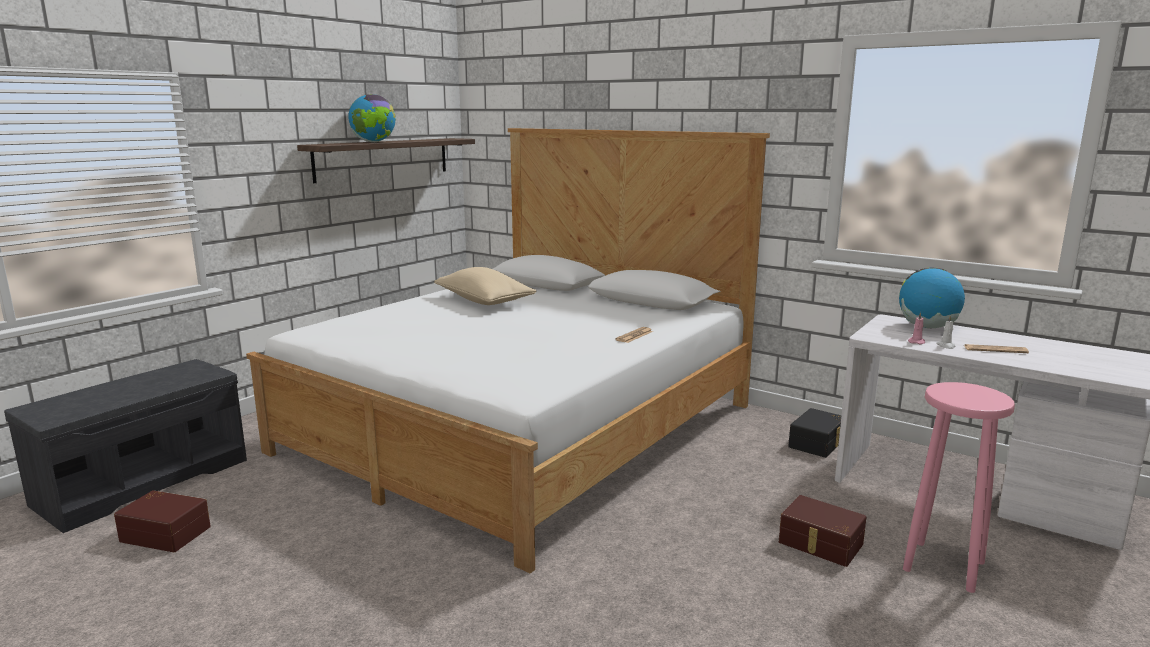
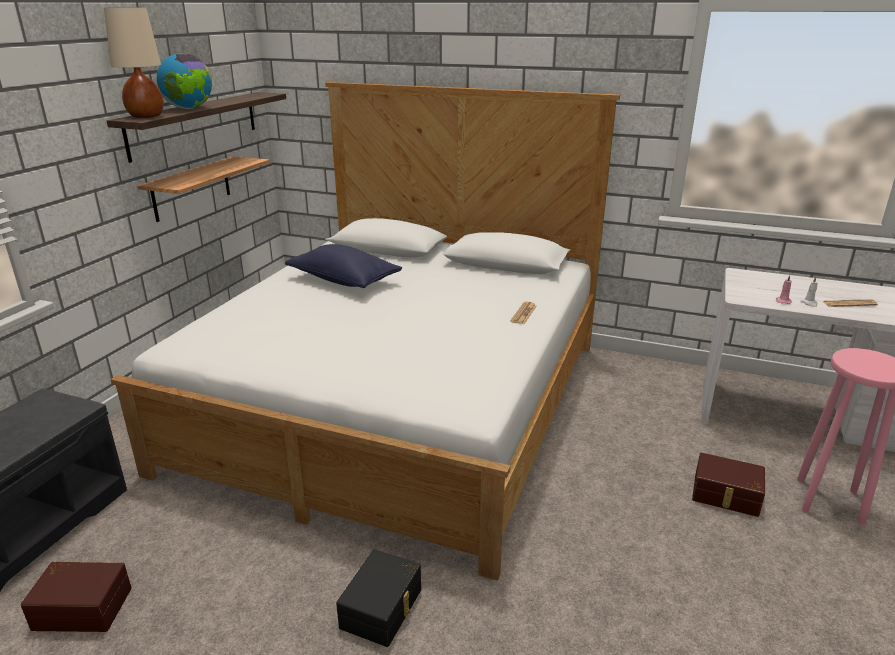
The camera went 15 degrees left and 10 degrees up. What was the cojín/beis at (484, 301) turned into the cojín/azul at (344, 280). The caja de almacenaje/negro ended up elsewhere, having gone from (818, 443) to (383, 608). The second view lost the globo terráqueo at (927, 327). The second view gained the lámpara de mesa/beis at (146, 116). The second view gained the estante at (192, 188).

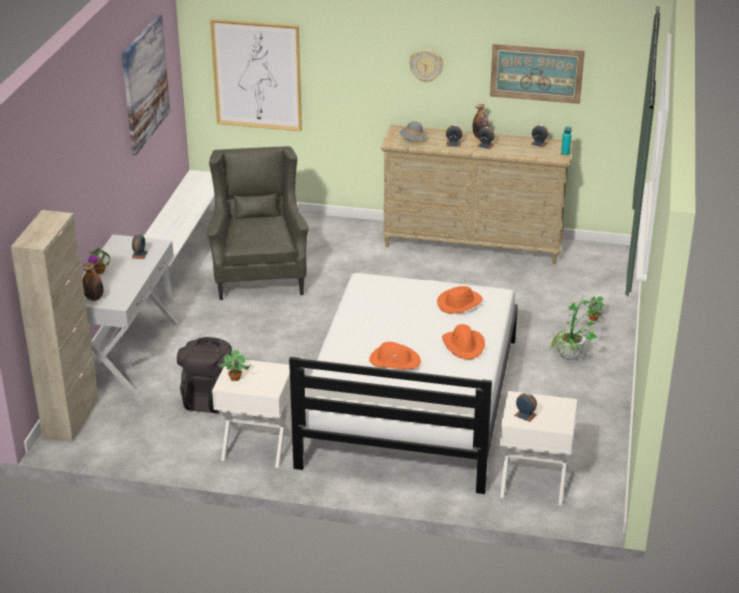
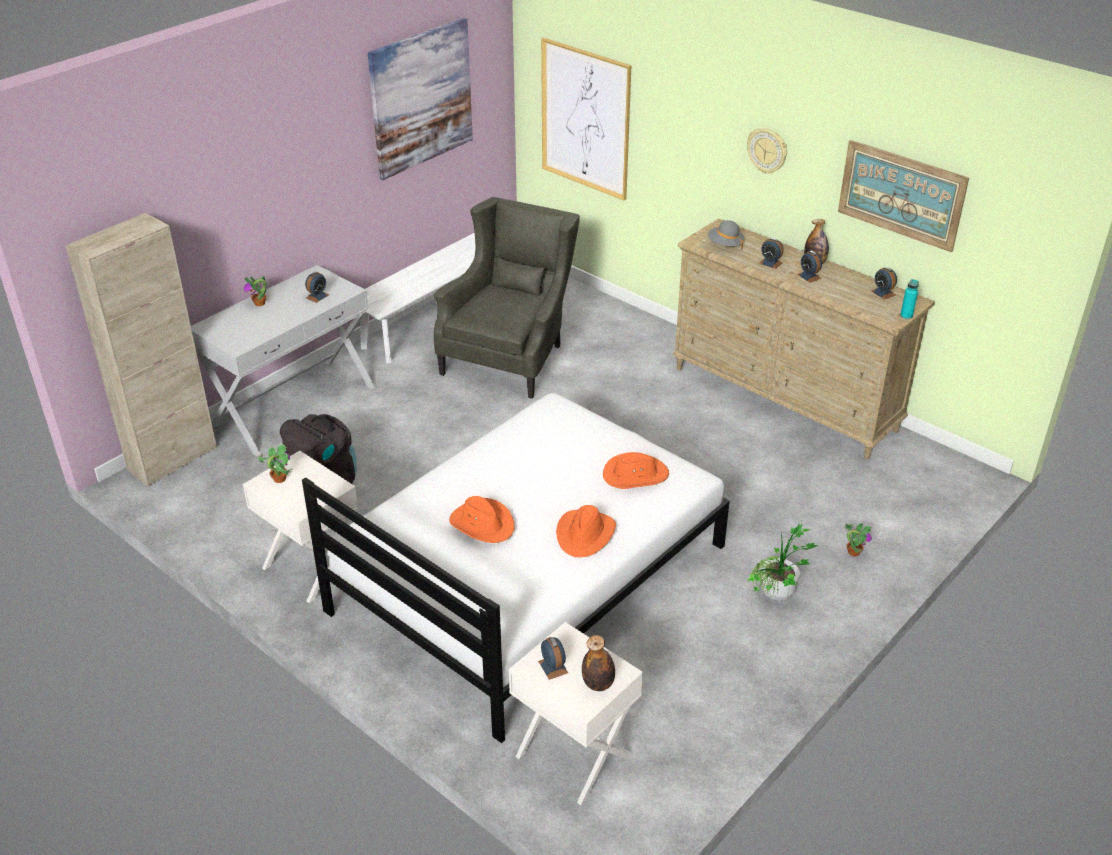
The camera went 30 degrees right and 5 degrees up. The botella ended up elsewhere, having gone from (94, 298) to (598, 684).

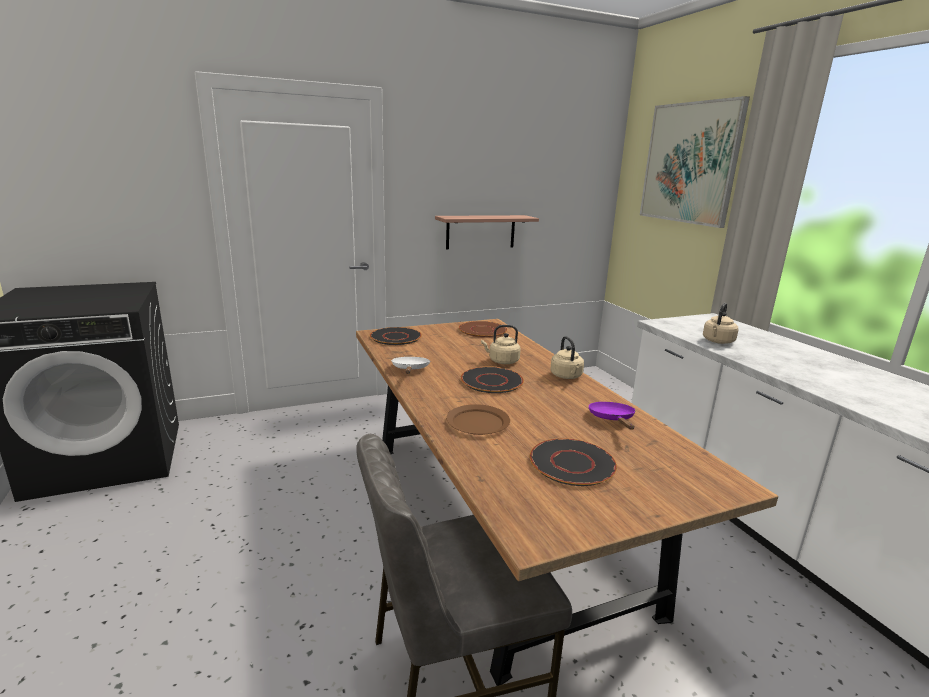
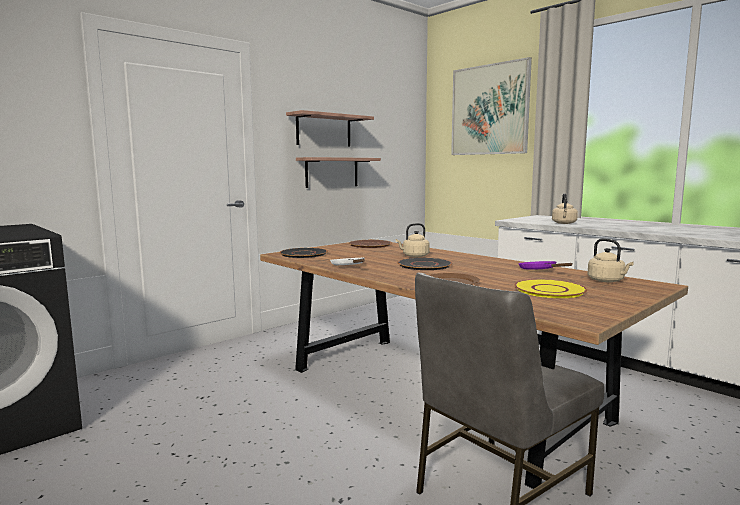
The camera went 20 degrees left and 10 degrees down. What was the plato/negro at (572, 463) turned into the plato/amarillo at (549, 290). The hervidor/beis ended up elsewhere, having gone from (566, 376) to (607, 281). The second view gained the estante at (324, 130).

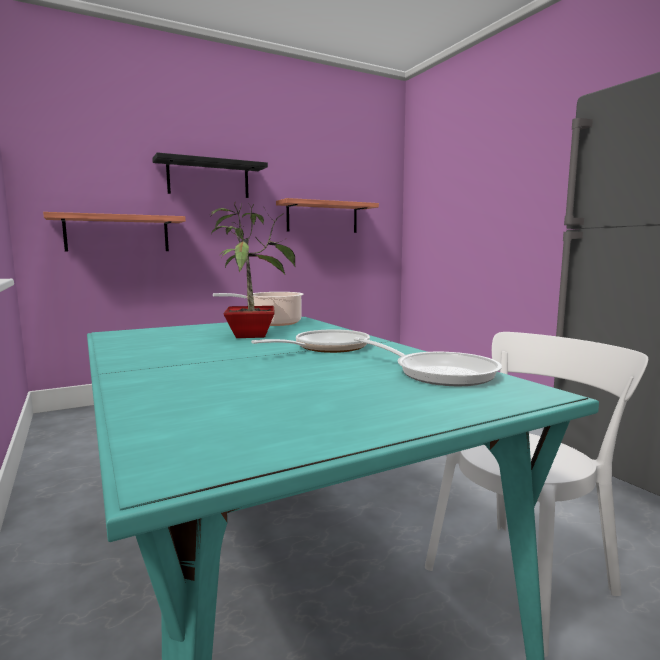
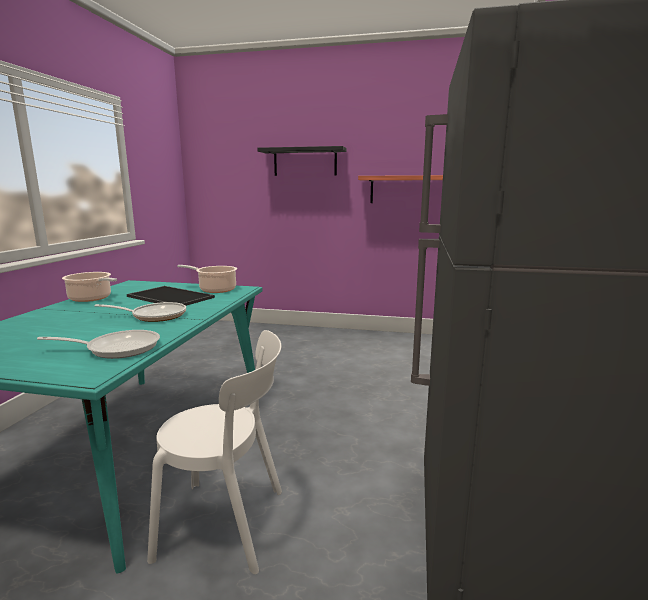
The camera went 40 degrees right and 5 degrees up. The second view lost the estante at (117, 234). Where the planta en maceta stood at (251, 335), the bandeja came to stand at (168, 297). The sartén at (438, 372) ended up facing another way, 90 degrees counterclockwise from before. The second view gained the olla at (91, 298).

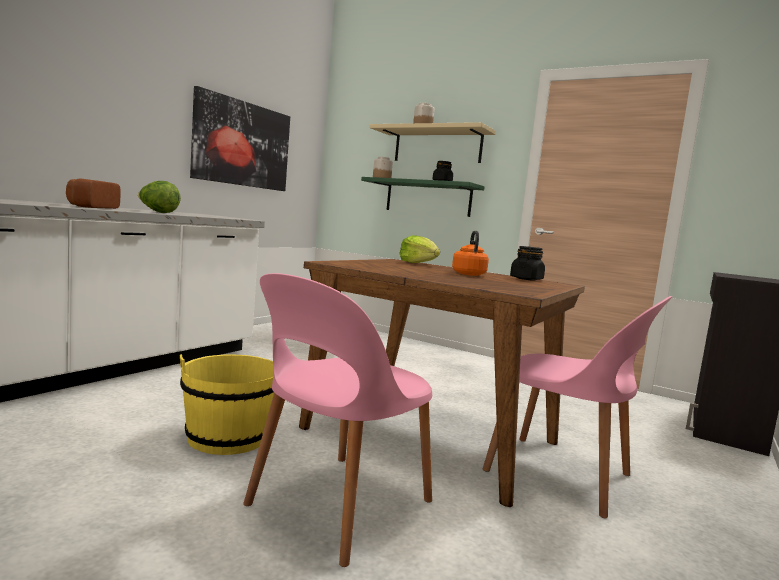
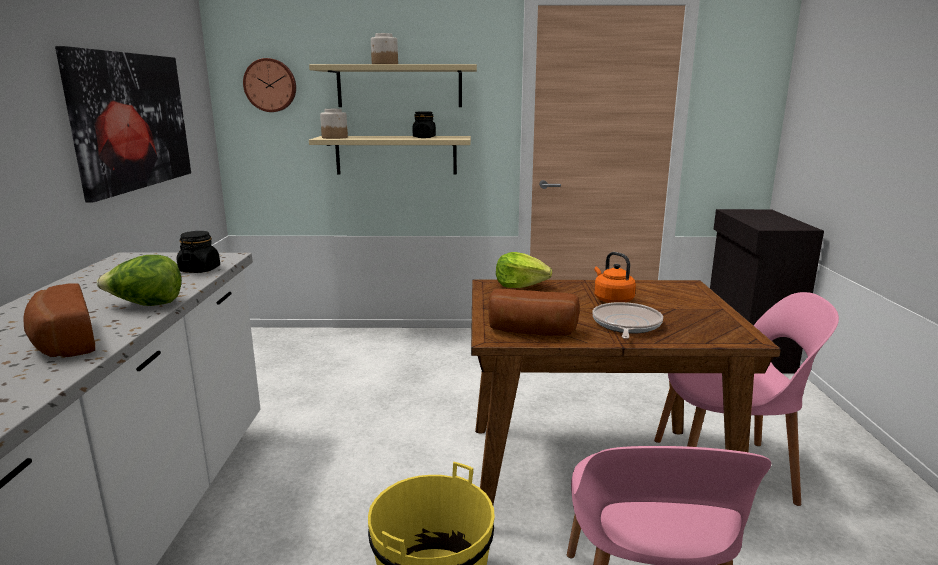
The camera went 30 degrees left and 10 degrees up. What was the estante/verde at (428, 198) turned into the estante/beis at (396, 155). The tarro/negro ended up elsewhere, having gone from (526, 279) to (200, 270). The second view gained the reloj de pared at (270, 85). The second view gained the pan at (531, 332). The second view gained the sartén at (625, 325).

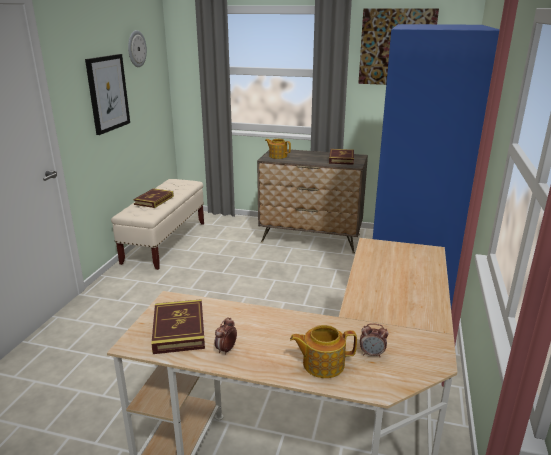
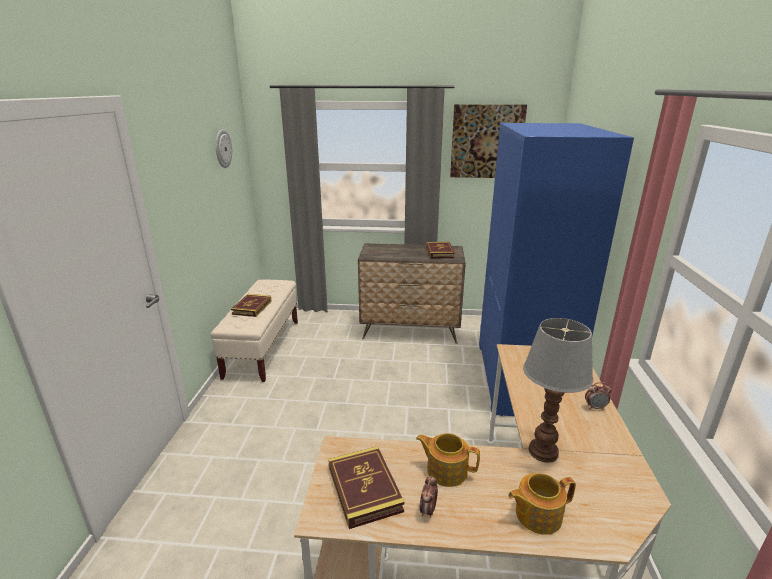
The camera went 10 degrees left and 0 degrees up. The second view lost the cuadro at (107, 93). The tetera ended up elsewhere, having gone from (277, 156) to (446, 470). The despertador ended up elsewhere, having gone from (372, 354) to (595, 407). The second view gained the lámpara de mesa at (542, 452).

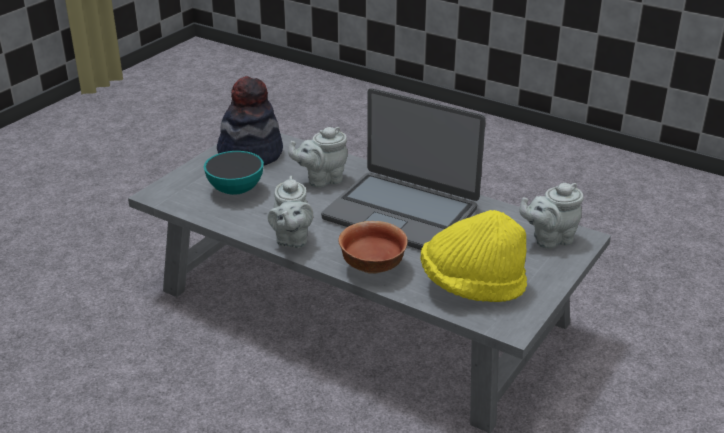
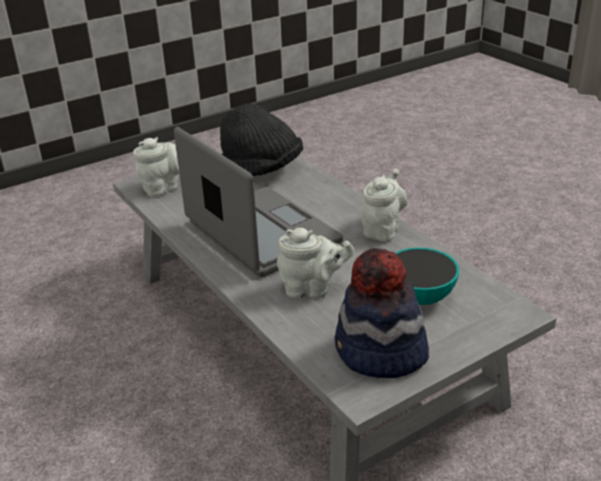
The camera went 155 degrees left and 0 degrees up. The second view lost the cuenco at (374, 266). What was the sombrero/amarillo at (472, 285) turned into the sombrero/negro at (262, 170). The tetera/gris at (549, 239) ended up facing another way, 45 degrees counterclockwise from before.

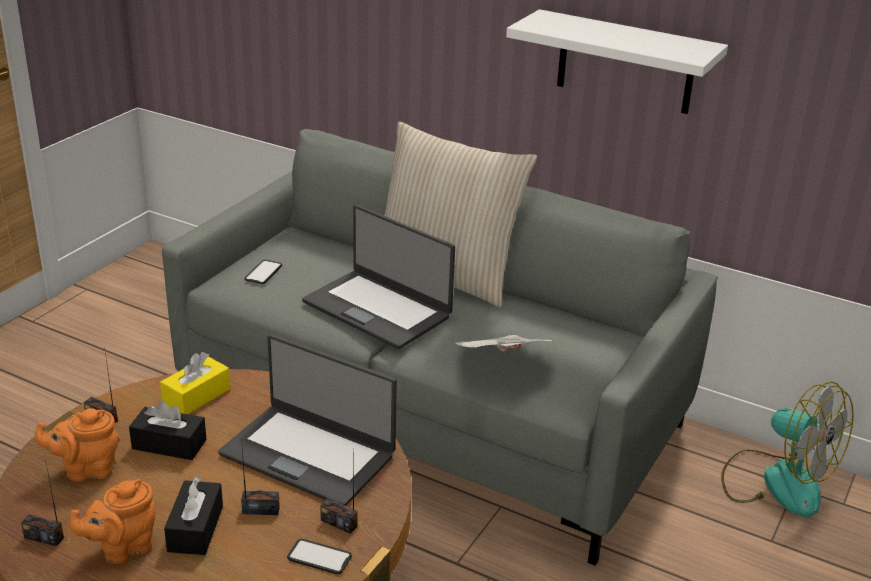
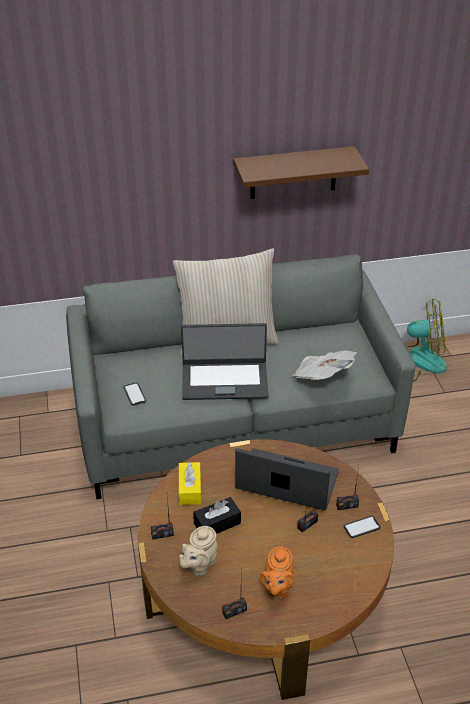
The camera went 40 degrees left and 10 degrees up. What was the tetera/naranja at (87, 469) turned into the tetera/beis at (199, 565). The second view lost the caja de pañuelos/negro at (195, 528). The portátil at (308, 454) ended up facing another way, 150 degrees counterclockwise from before. What was the estante/blanco at (625, 63) turned into the estante/marrón at (293, 173).

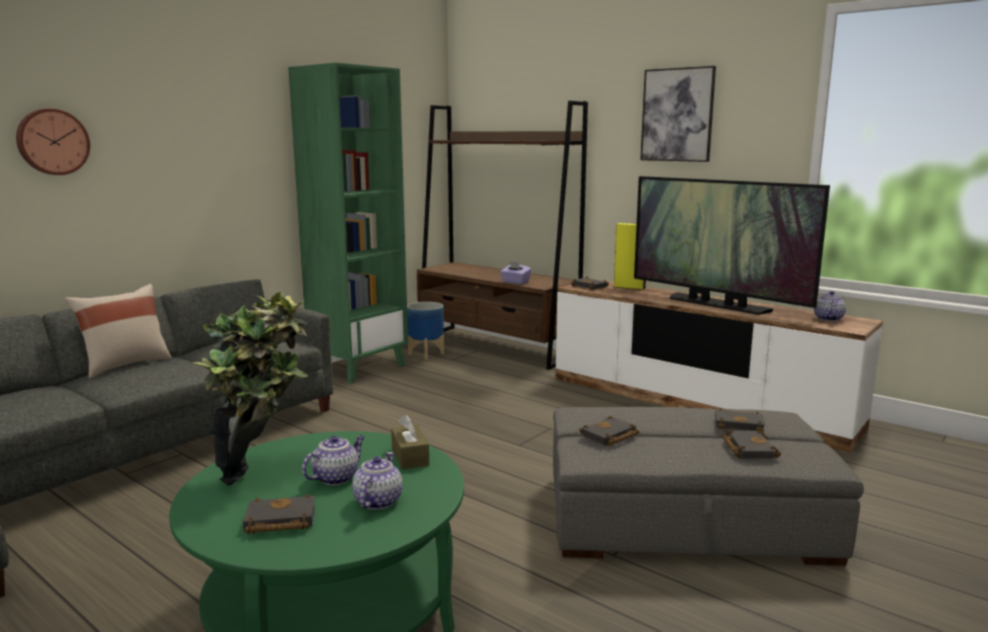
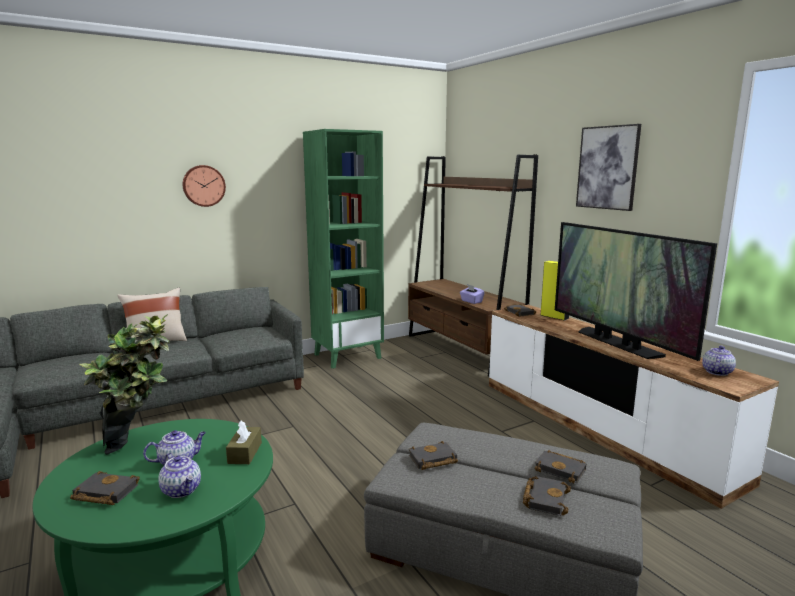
The camera went 20 degrees right and 0 degrees up. The reloj de pared ended up elsewhere, having gone from (52, 142) to (203, 186). The tetera at (377, 501) ended up facing another way, 105 degrees clockwise from before. The second view lost the maceta at (426, 354).

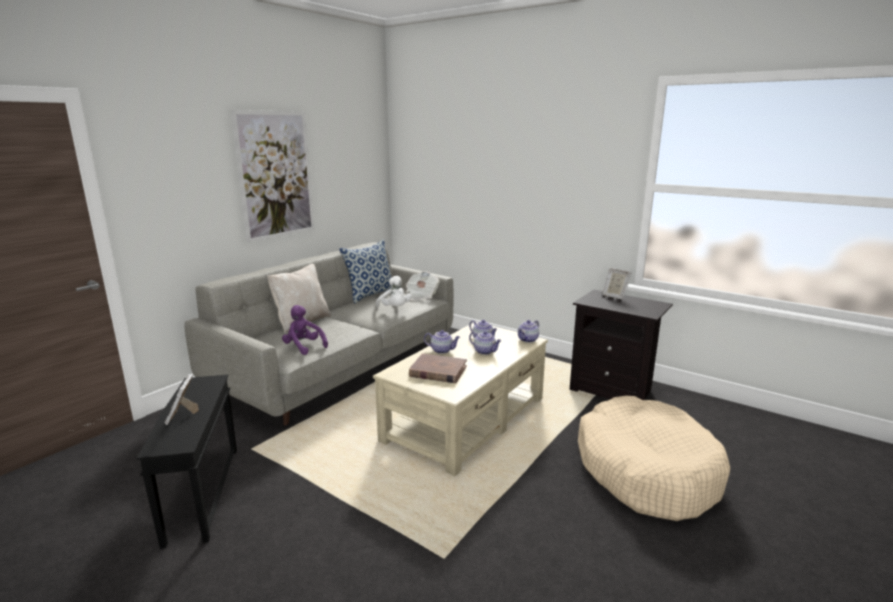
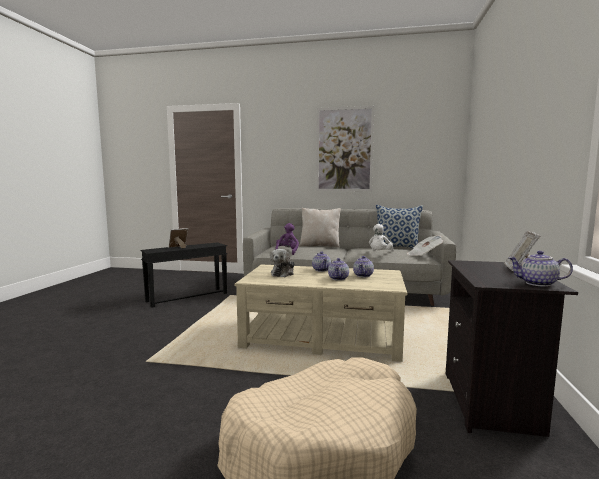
The camera went 65 degrees right and 10 degrees down. Where the libro/marrón stood at (438, 371), the peluche came to stand at (283, 273). The tetera ended up elsewhere, having gone from (528, 340) to (537, 283).

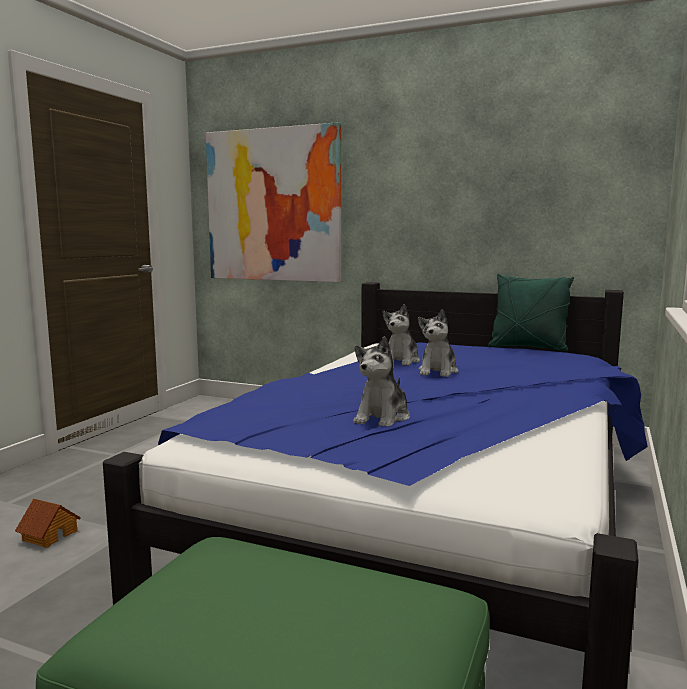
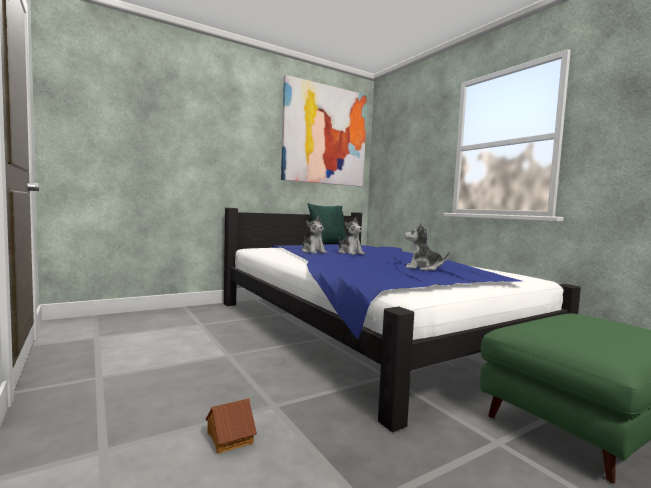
The camera went 55 degrees left and 5 degrees down. The cuadro ended up elsewhere, having gone from (273, 205) to (325, 135). The peluche at (383, 418) ended up facing another way, 135 degrees clockwise from before.

